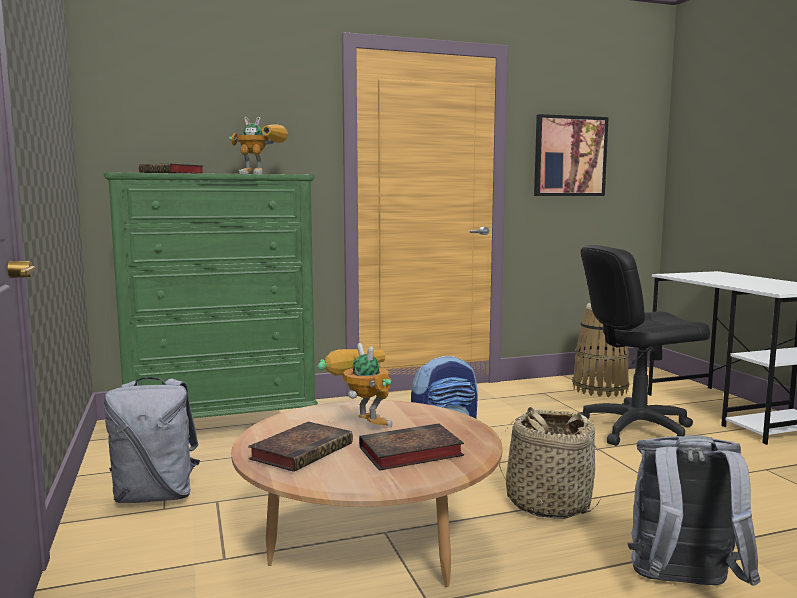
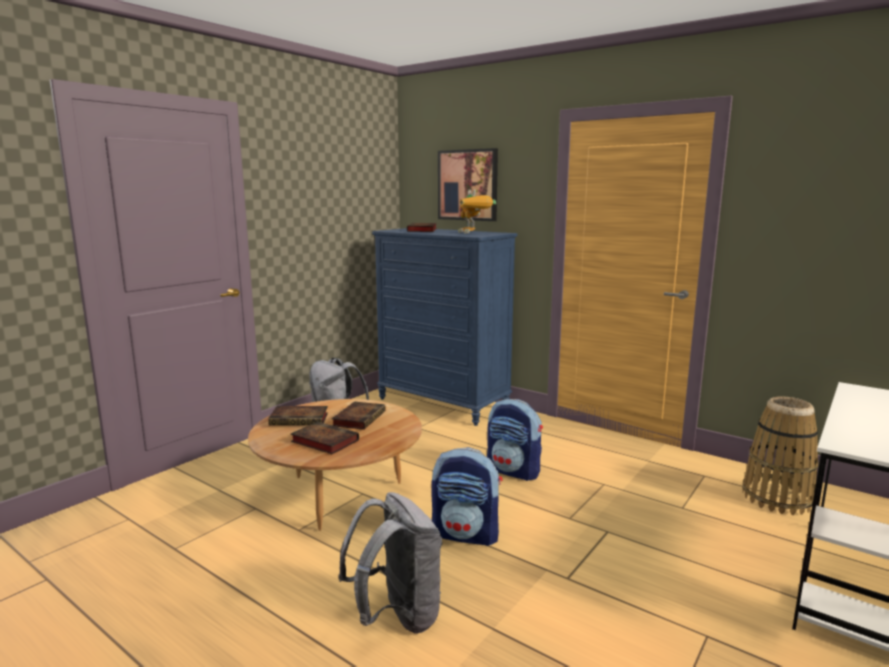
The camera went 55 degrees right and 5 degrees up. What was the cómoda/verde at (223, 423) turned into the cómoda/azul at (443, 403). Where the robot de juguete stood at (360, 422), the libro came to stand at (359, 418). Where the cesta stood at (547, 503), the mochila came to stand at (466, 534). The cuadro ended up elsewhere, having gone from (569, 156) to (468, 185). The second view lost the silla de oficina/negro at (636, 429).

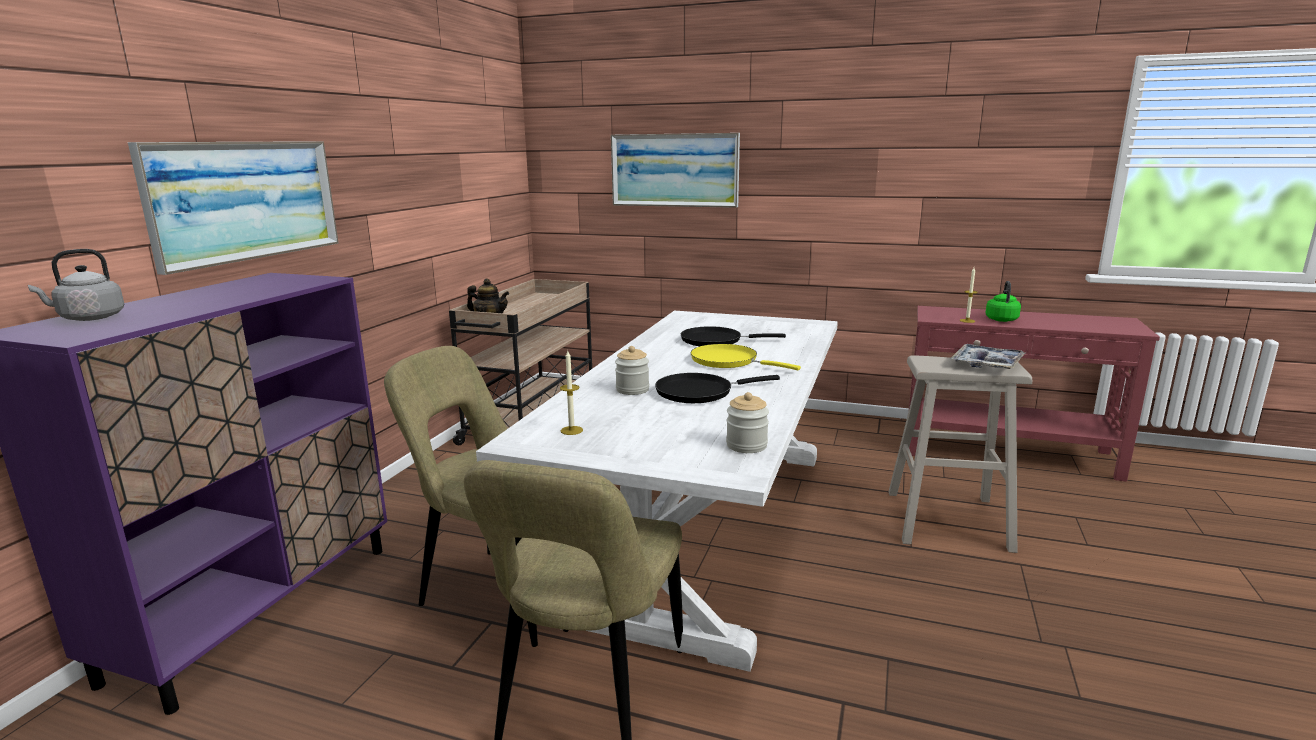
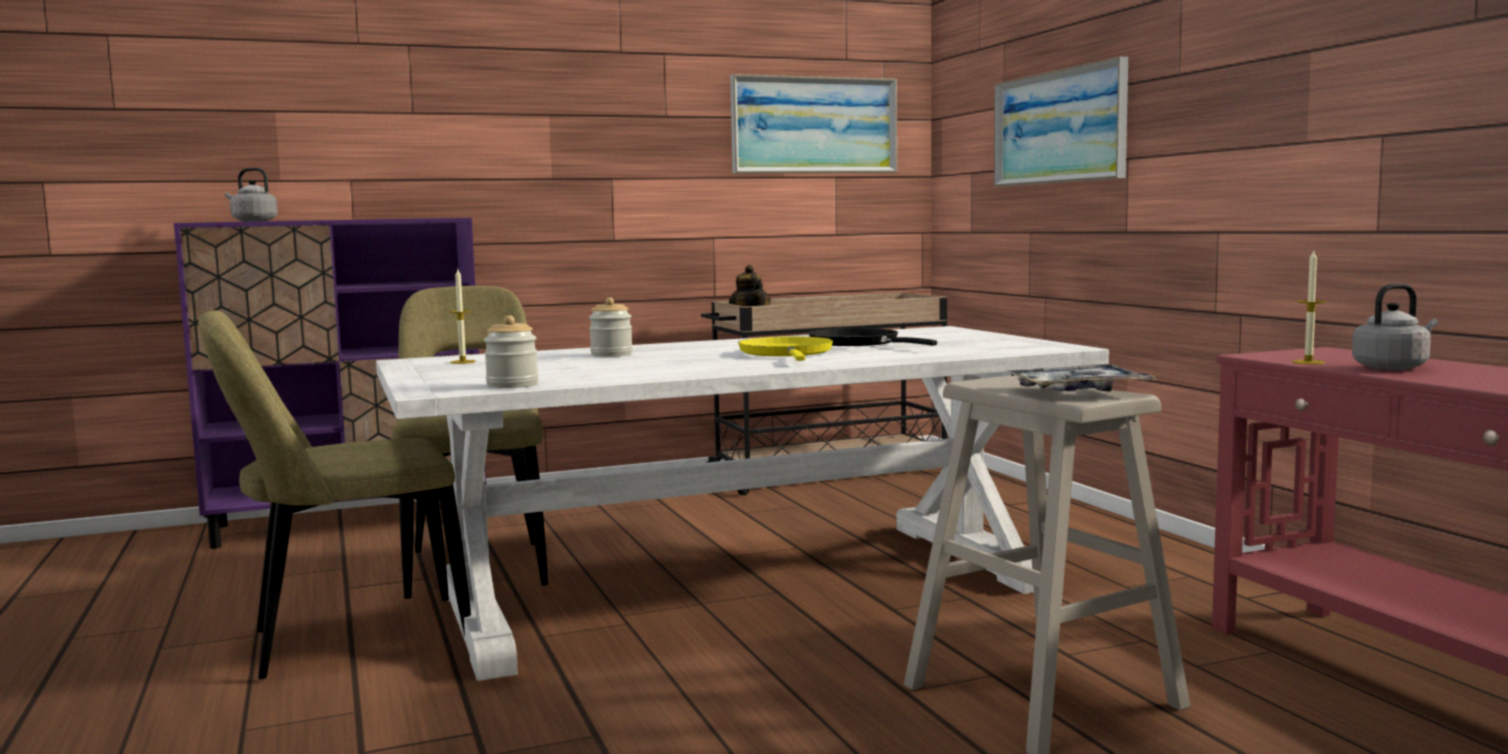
The camera went 50 degrees right and 10 degrees down. The cuadro ended up elsewhere, having gone from (245, 200) to (814, 125). The second view lost the sartén/negro at (699, 392). What was the hervidor/verde at (1001, 319) turned into the hervidor/gris at (1392, 367).

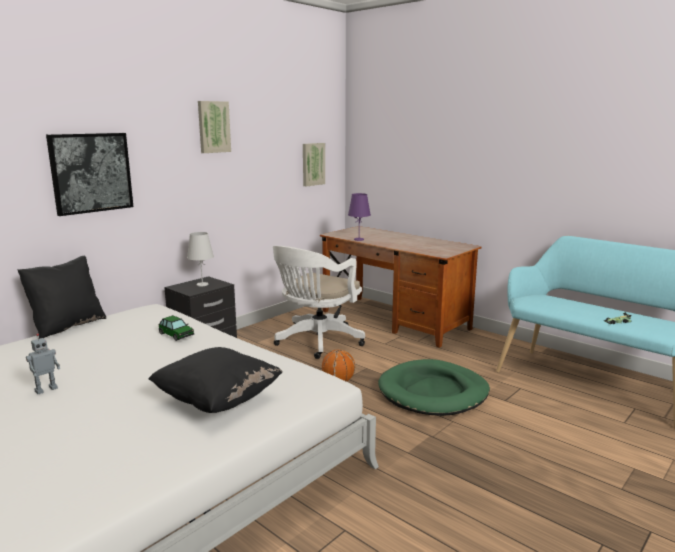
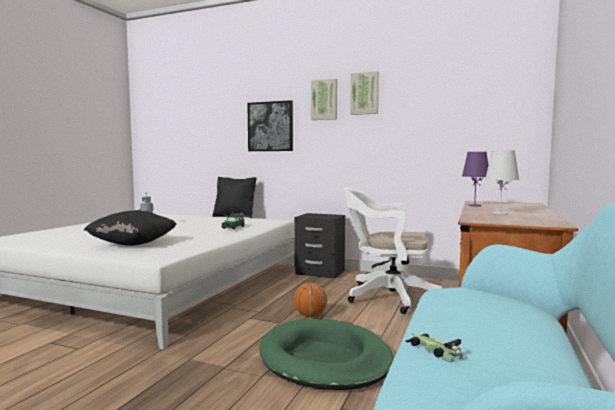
The camera went 70 degrees right and 10 degrees down. The lámpara de mesa/blanco ended up elsewhere, having gone from (202, 284) to (500, 213). The cuadro ended up elsewhere, having gone from (312, 164) to (324, 100).

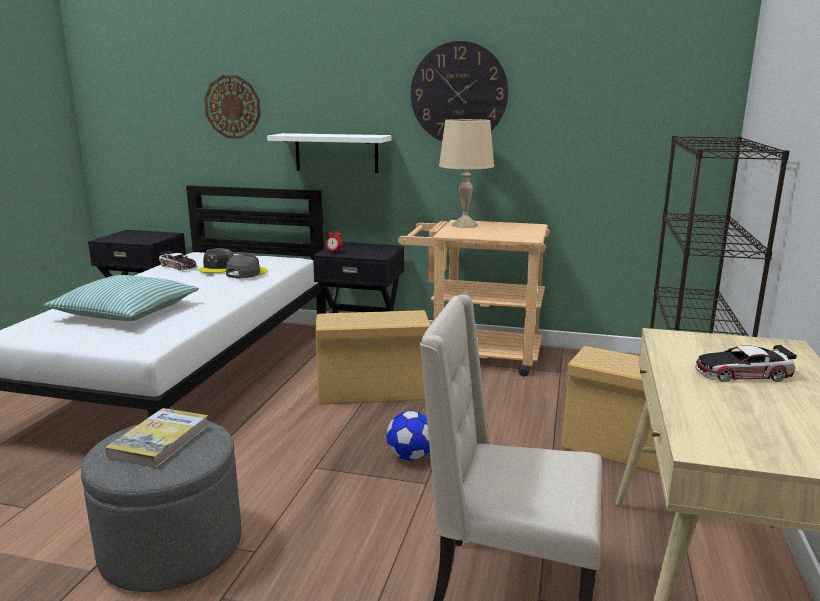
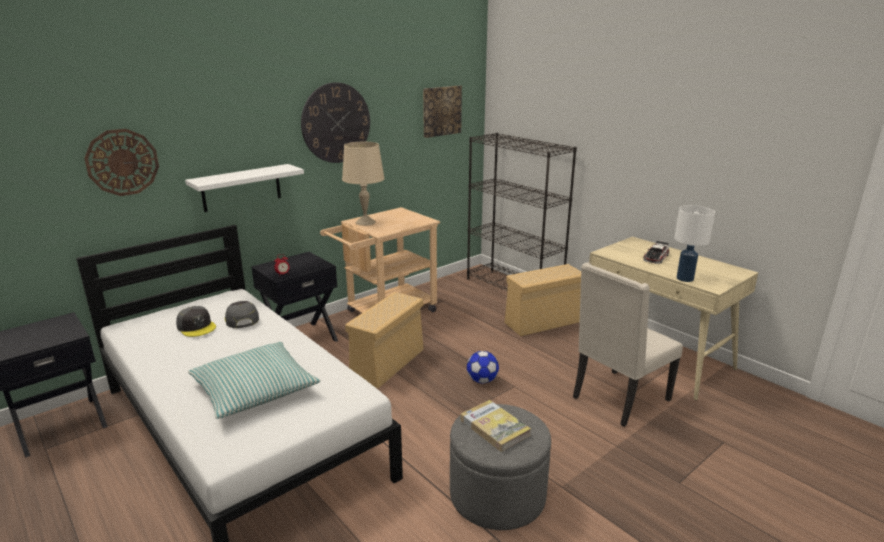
The camera went 55 degrees left and 5 degrees up. The second view lost the coche de juguete at (178, 266). The second view gained the cuadro at (441, 111). The second view gained the lámpara de mesa/blanco at (684, 278).

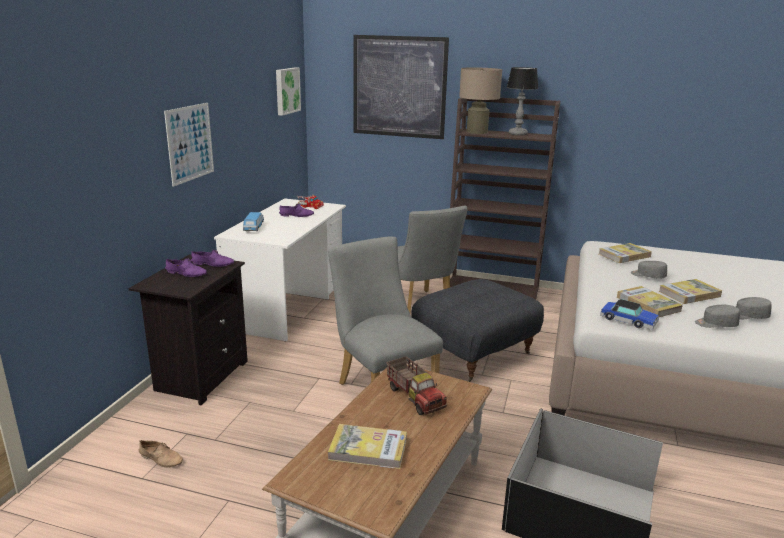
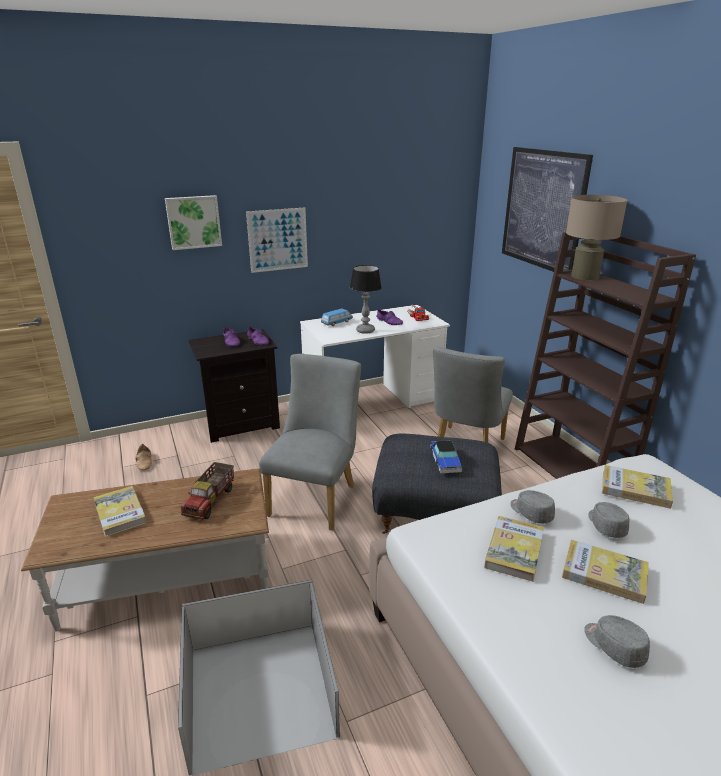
The camera went 50 degrees right and 5 degrees up. The cuadro ended up elsewhere, having gone from (286, 90) to (193, 222). The lámpara de mesa ended up elsewhere, having gone from (517, 134) to (365, 330). The coche de juguete ended up elsewhere, having gone from (628, 320) to (445, 461). The gorra/gris ended up elsewhere, having gone from (715, 324) to (530, 512).

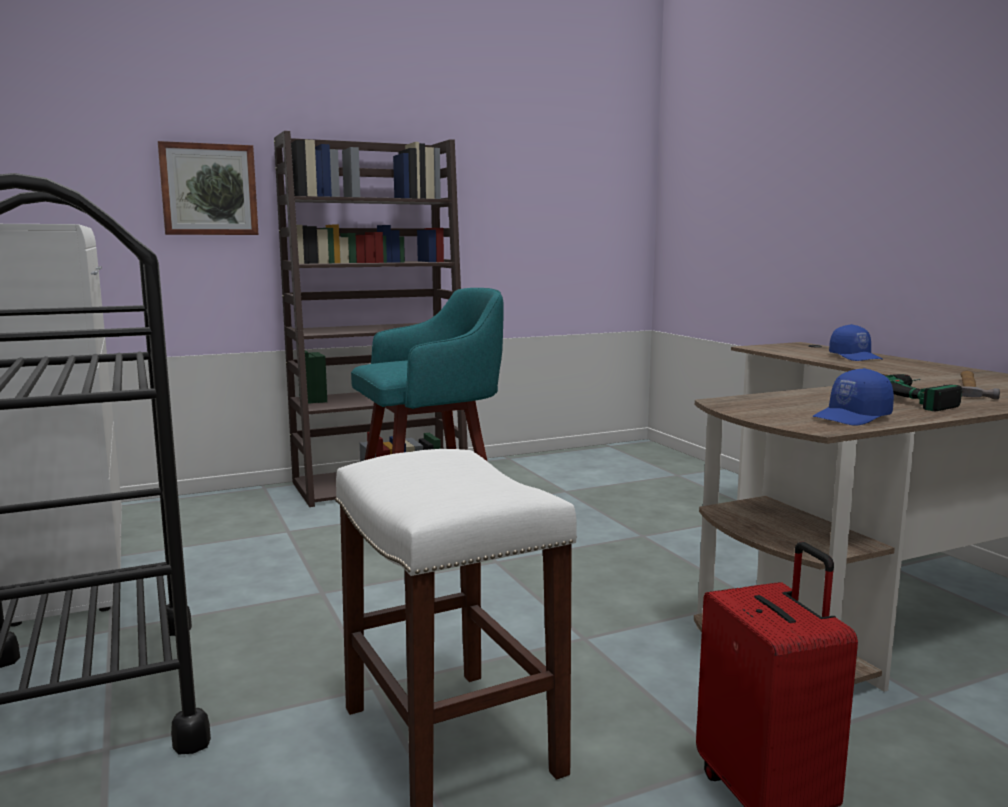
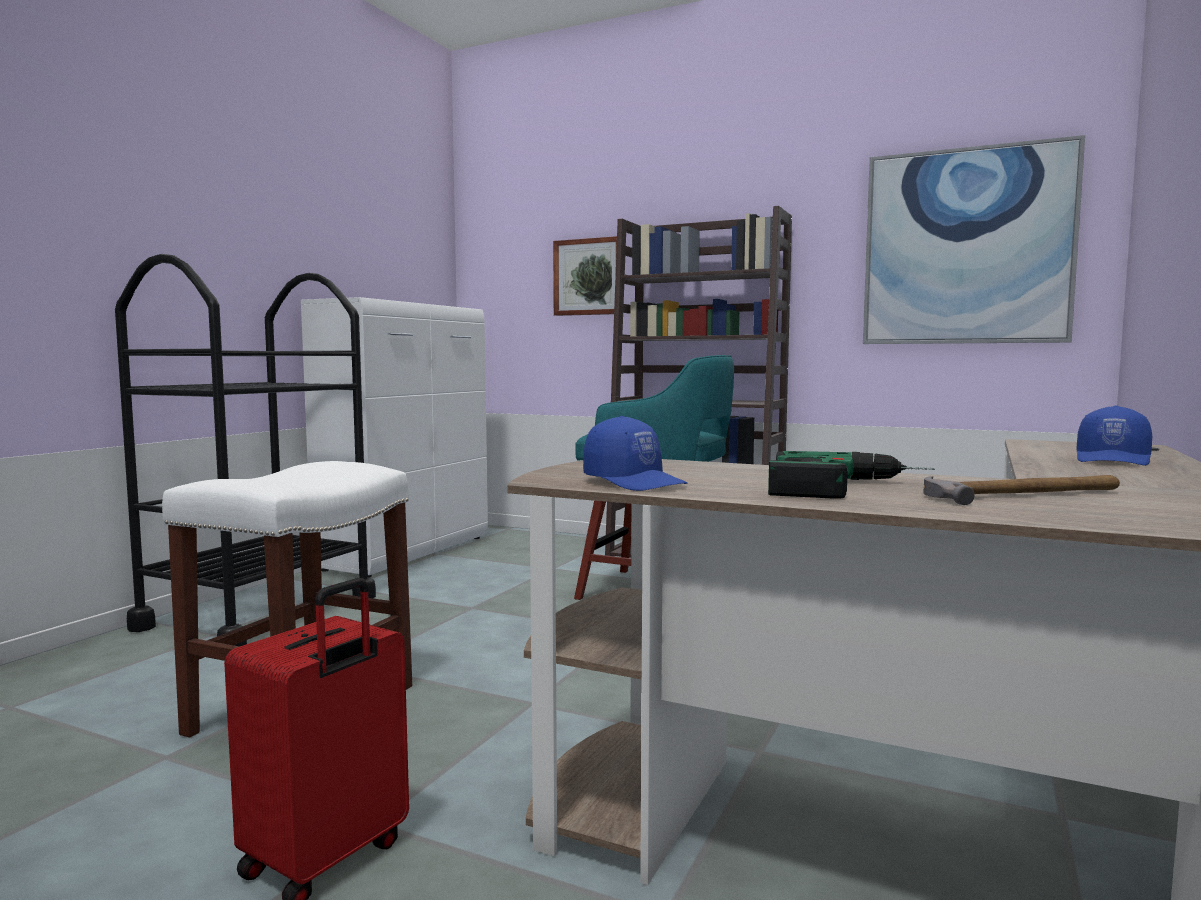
The camera went 50 degrees right and 5 degrees down. The gorra/azul at (852, 417) ended up facing another way, 150 degrees counterclockwise from before. The second view gained the cuadro at (966, 247).

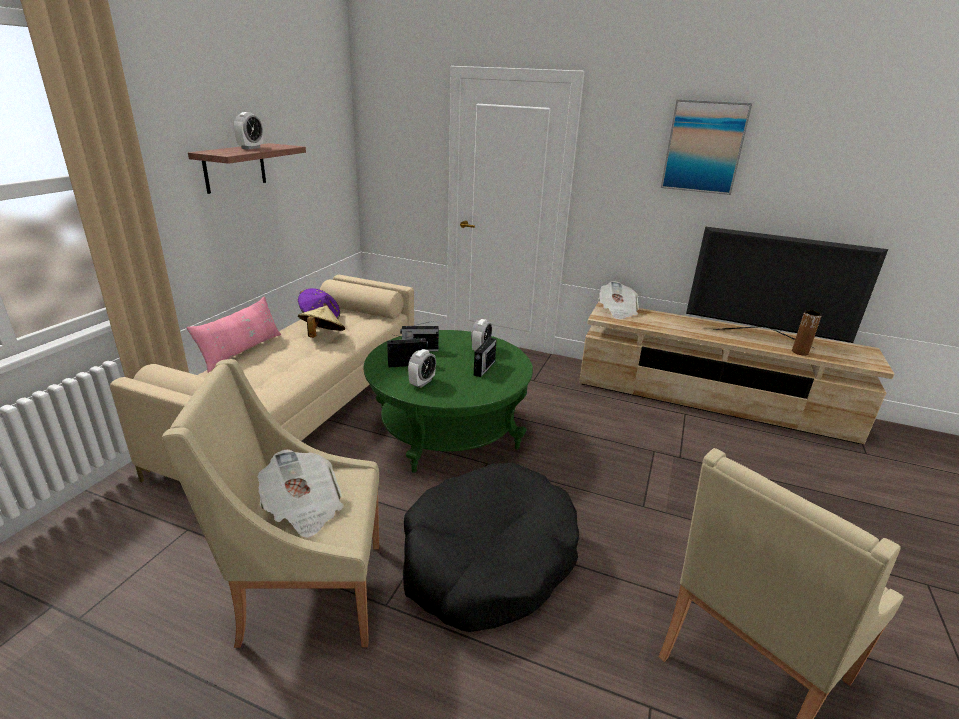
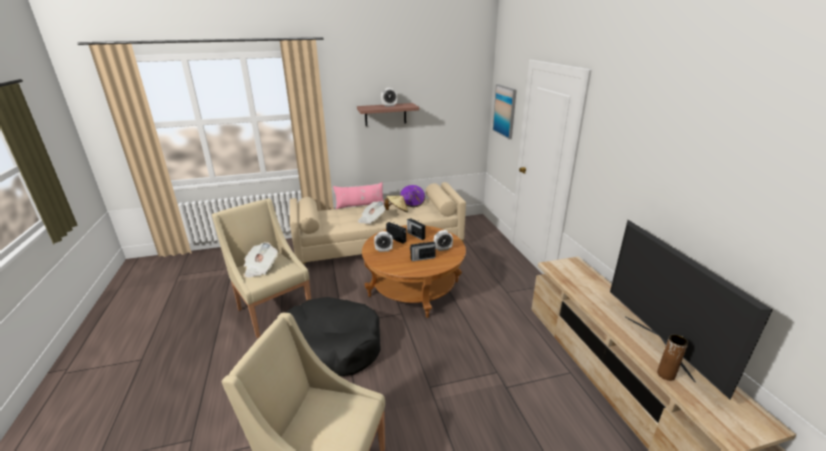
The camera went 55 degrees right and 0 degrees up. What was the mesa de centro/verde at (447, 430) turned into the mesa de centro/marrón at (414, 288). The periódico ended up elsewhere, having gone from (617, 311) to (371, 219). The cuadro ended up elsewhere, having gone from (704, 147) to (505, 111).

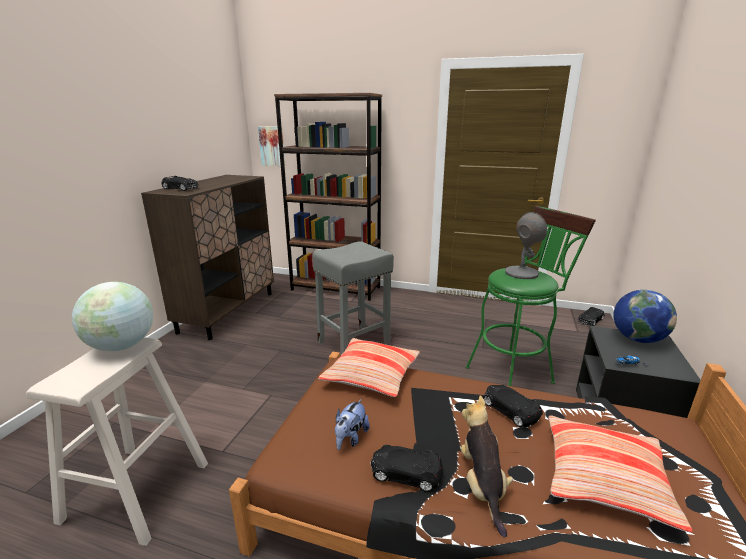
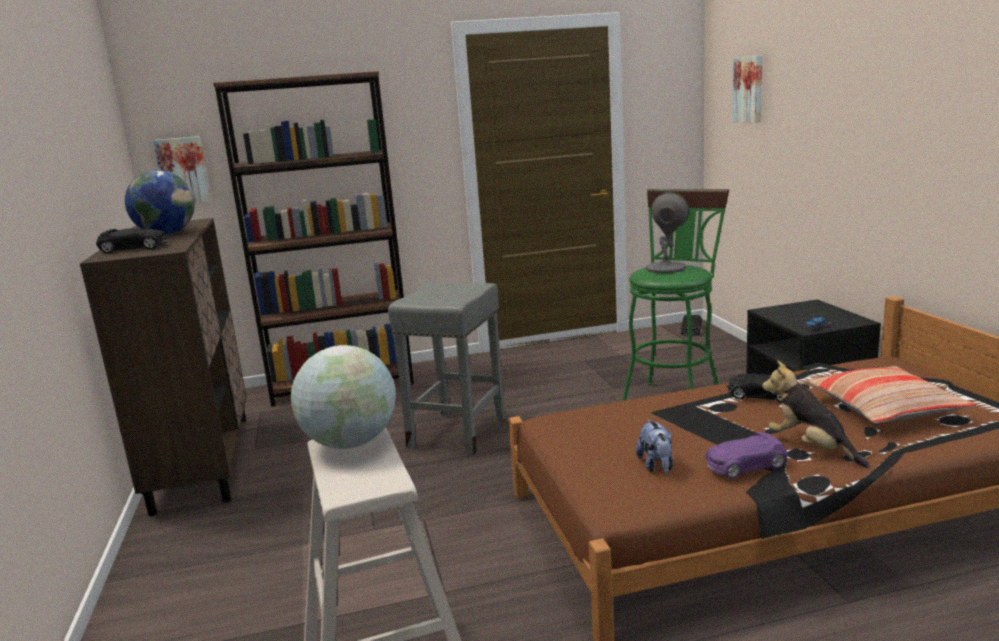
The camera went 30 degrees left and 5 degrees down. The second view lost the cojín at (371, 375). What was the coche de juguete/negro at (405, 473) turned into the coche de juguete/morado at (744, 465). The globo terráqueo ended up elsewhere, having gone from (637, 339) to (166, 234). The second view gained the cuadro at (749, 89).

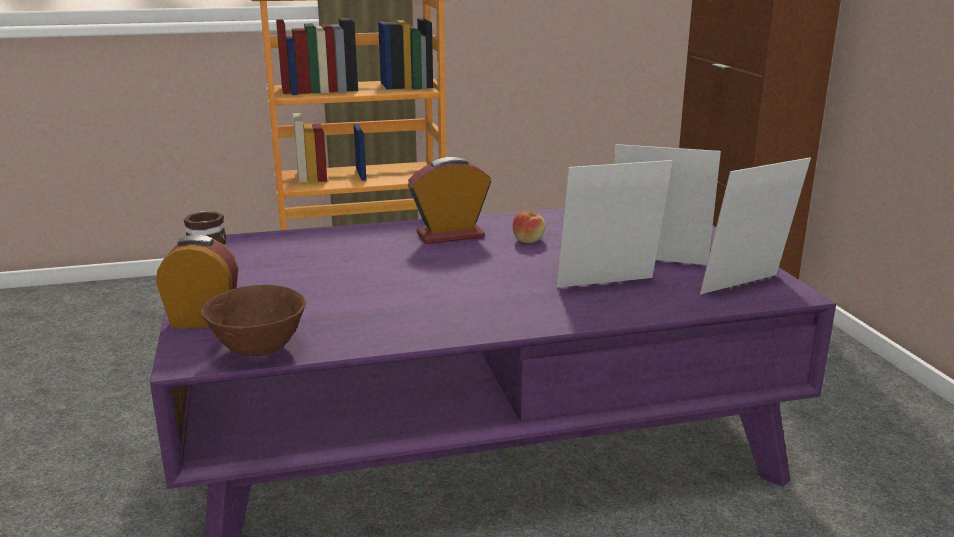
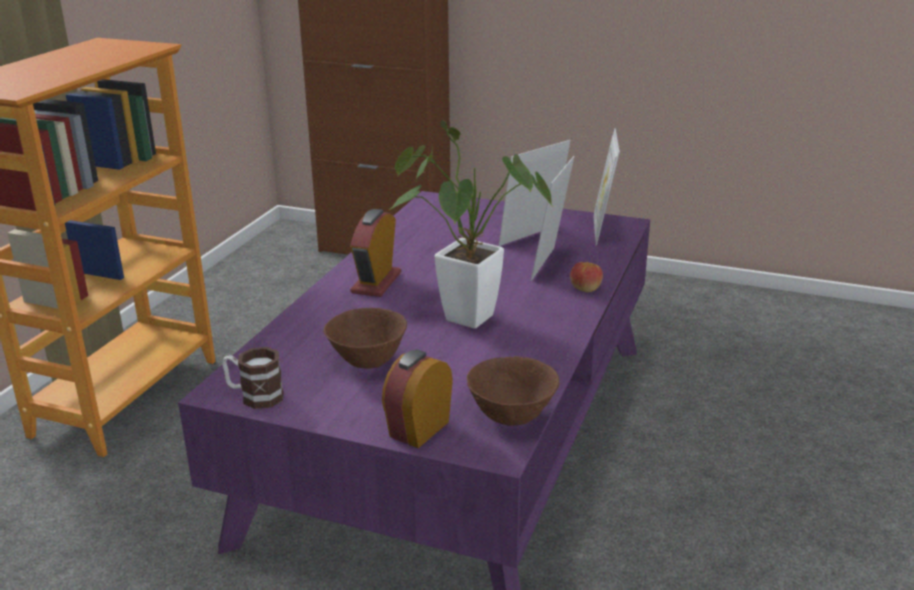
The camera went 55 degrees left and 5 degrees up. The manzana ended up elsewhere, having gone from (528, 240) to (585, 288). The second view gained the cuenco/marrón at (367, 362). The second view gained the planta en maceta at (460, 315).

